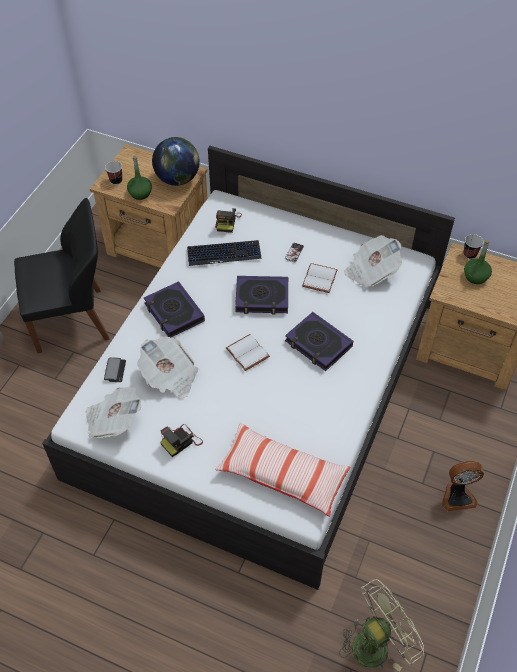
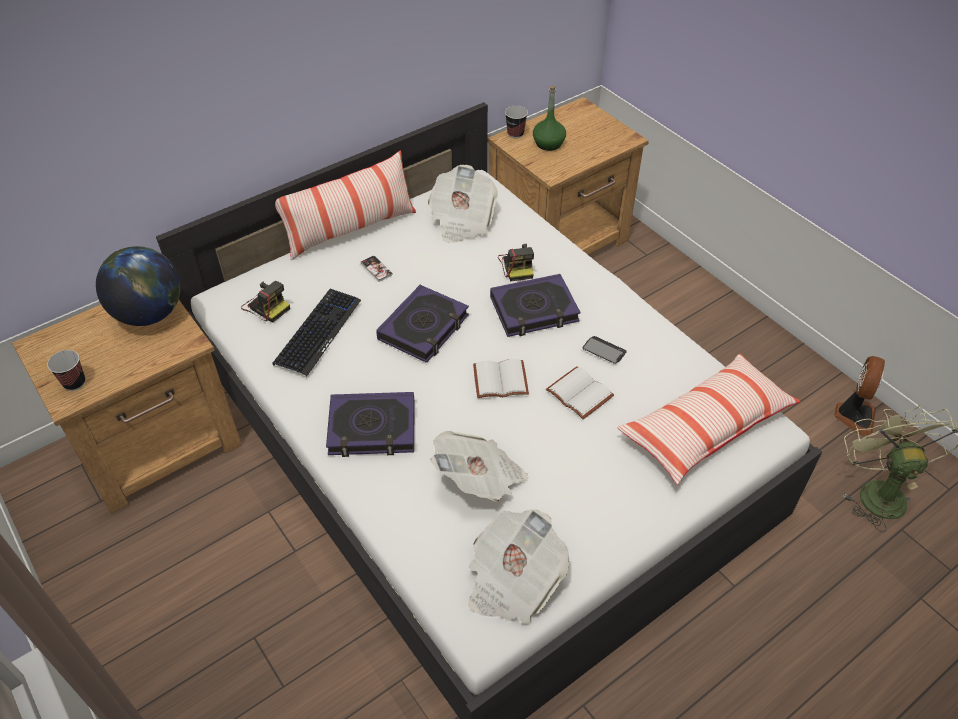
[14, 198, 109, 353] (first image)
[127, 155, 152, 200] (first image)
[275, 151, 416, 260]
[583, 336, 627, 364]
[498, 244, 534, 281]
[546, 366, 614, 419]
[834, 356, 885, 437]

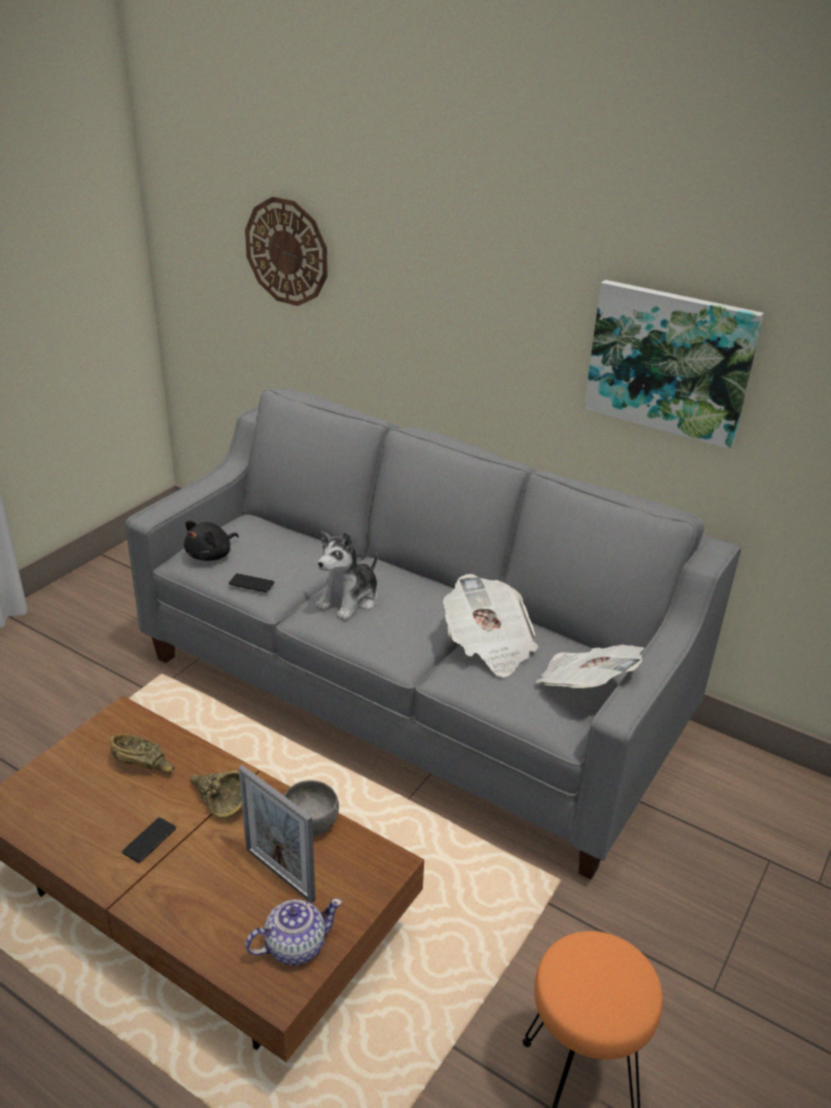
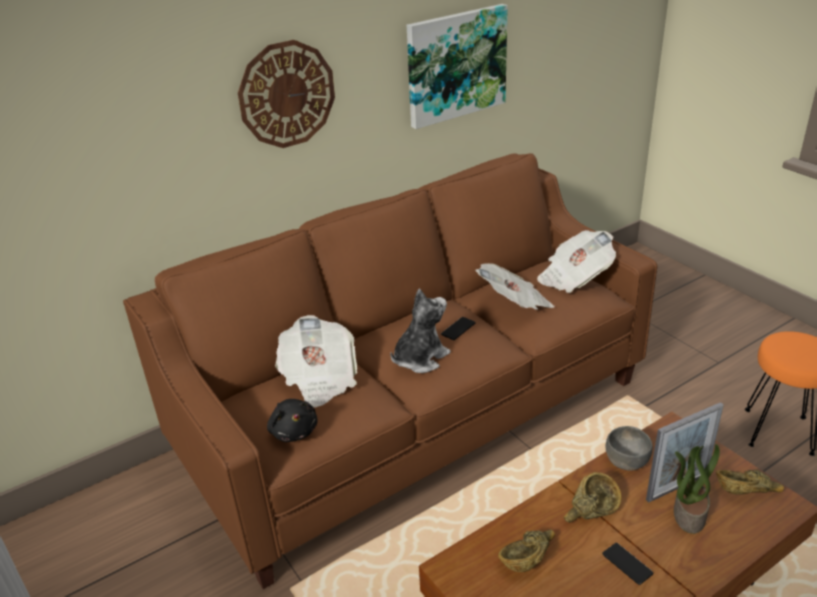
[275, 315, 357, 408]
[674, 444, 720, 534]
[441, 317, 475, 340]
[238, 40, 335, 148]
[716, 470, 784, 495]
[123, 153, 657, 589]
[390, 288, 451, 373]

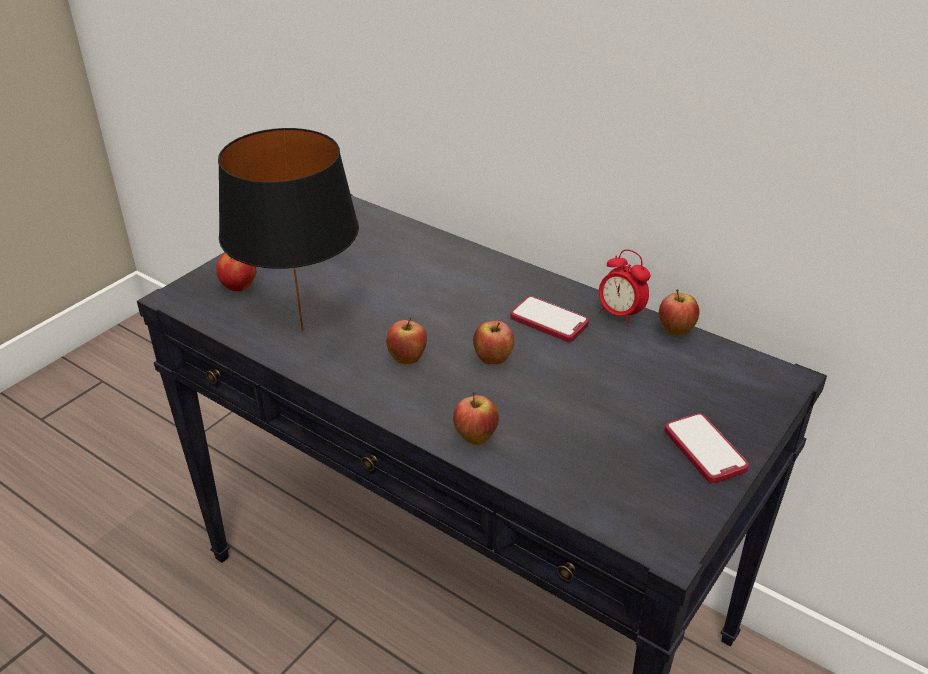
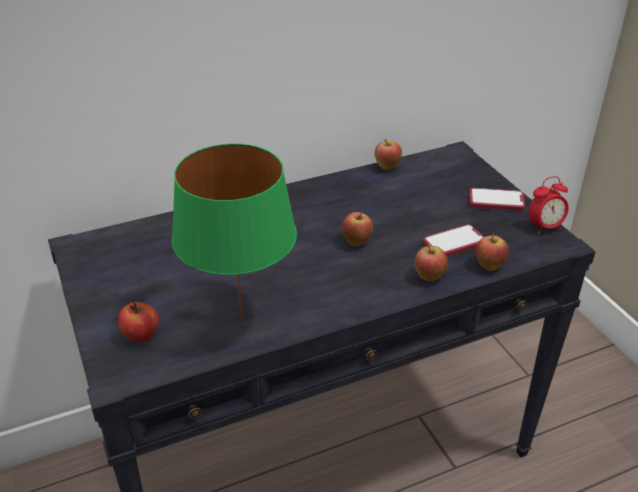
[475, 232, 509, 271]
[423, 225, 483, 257]
[529, 176, 569, 234]
[172, 143, 297, 319]

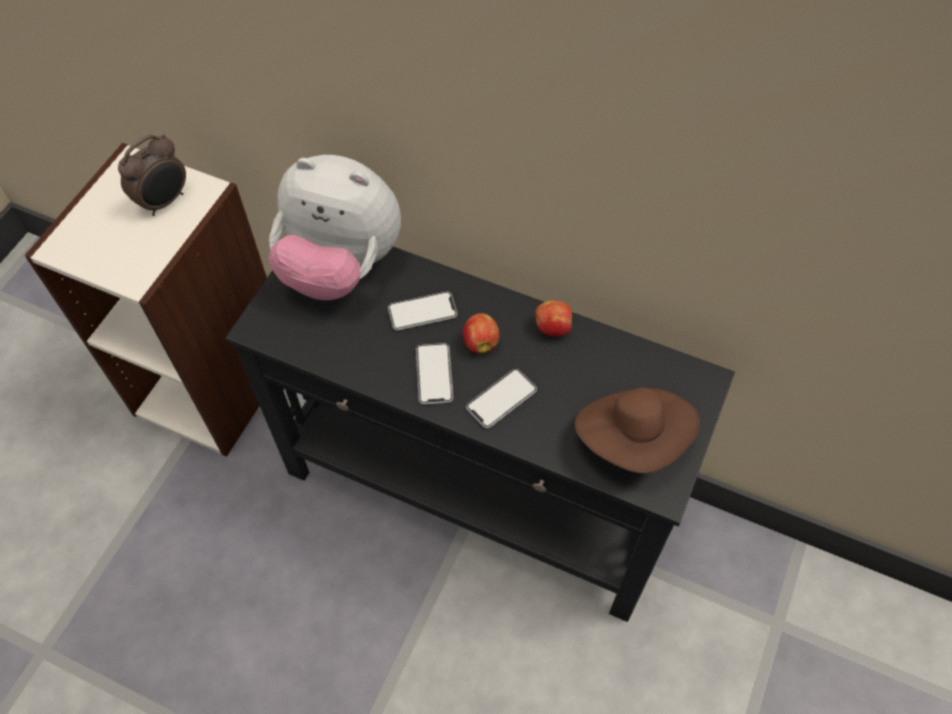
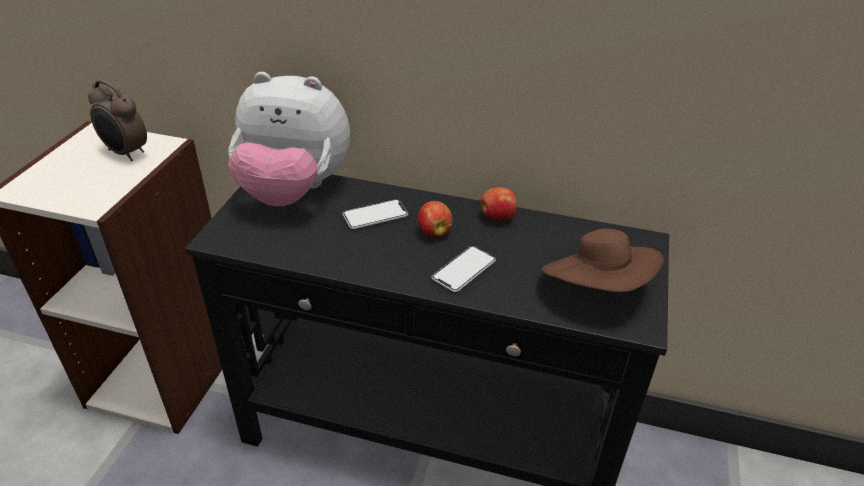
[416, 343, 453, 404] (first image)
[88, 80, 147, 161]

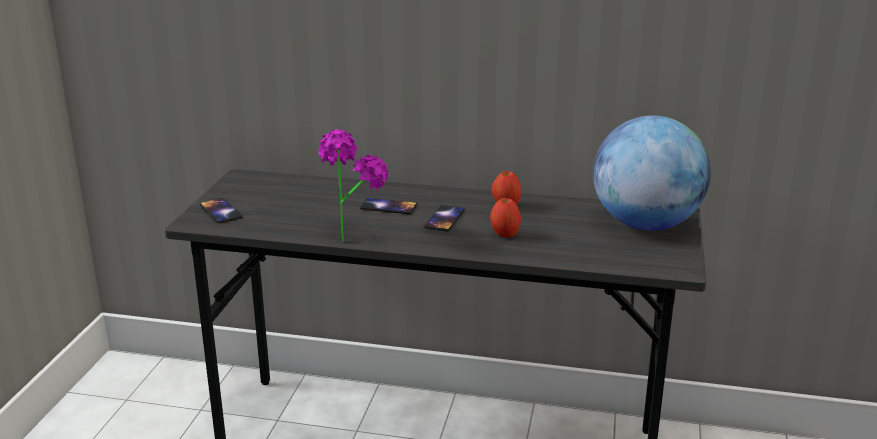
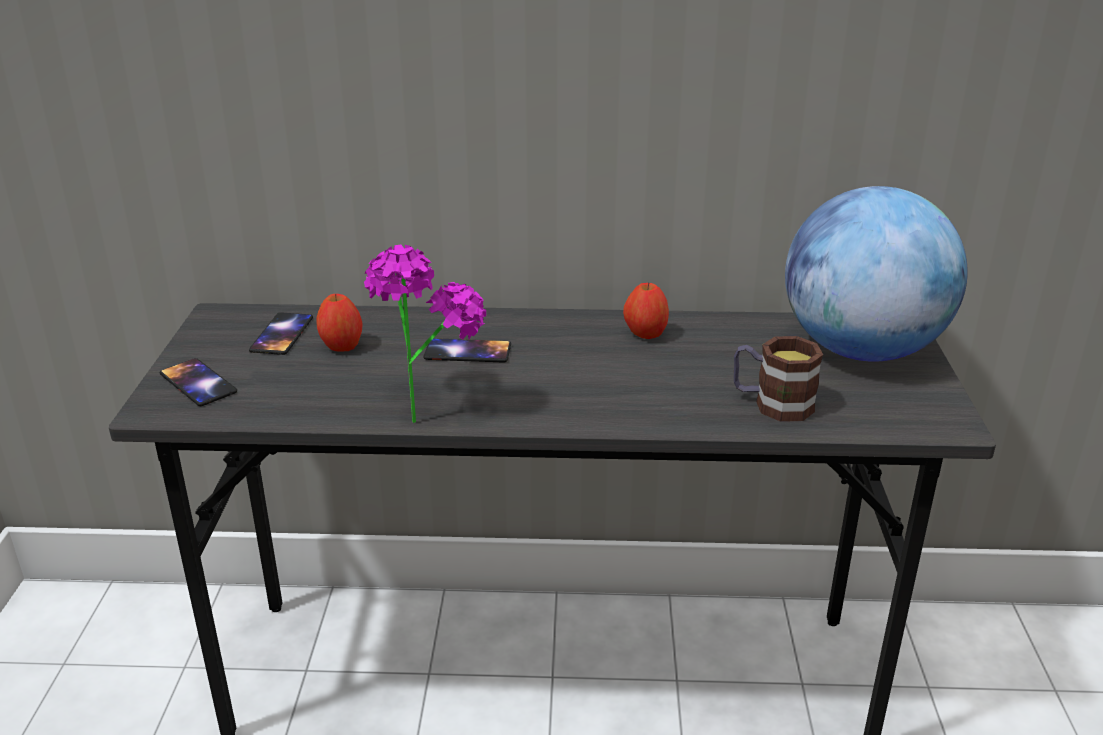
[734, 336, 823, 422]
[249, 312, 313, 355]
[316, 294, 362, 351]

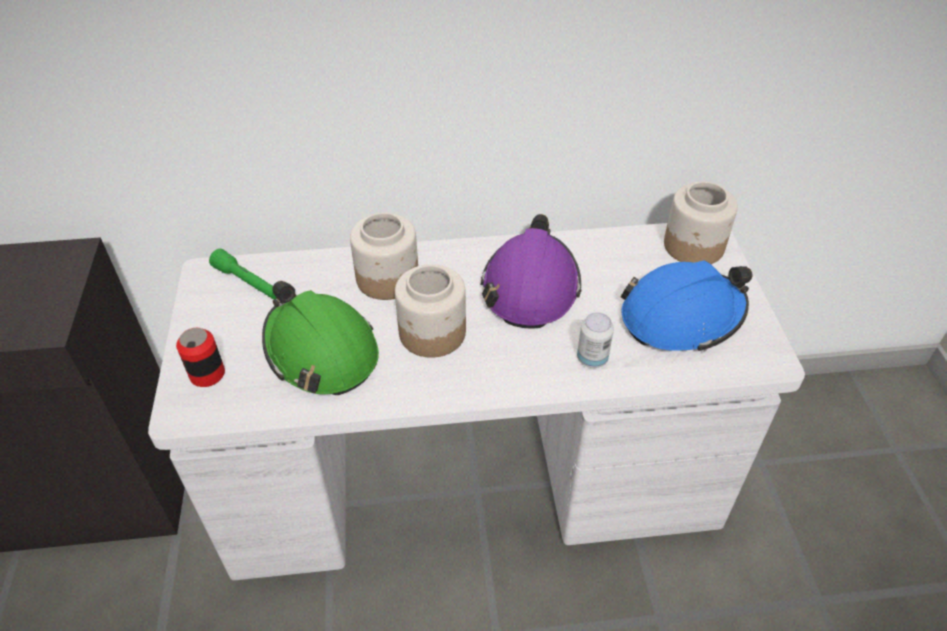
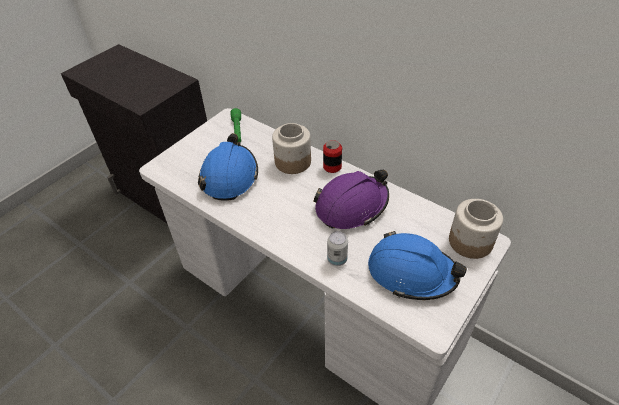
[395, 264, 466, 358] (first image)
[323, 140, 342, 173]
[198, 133, 258, 201]

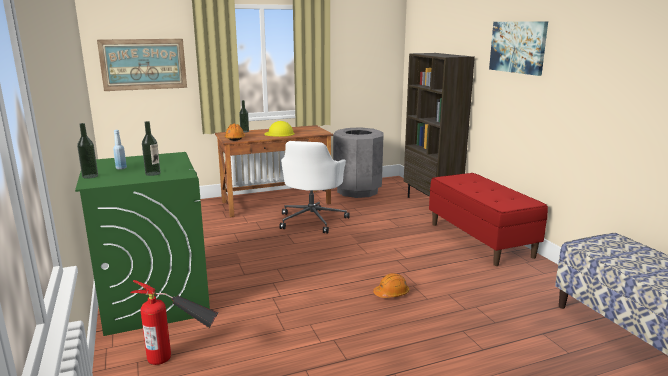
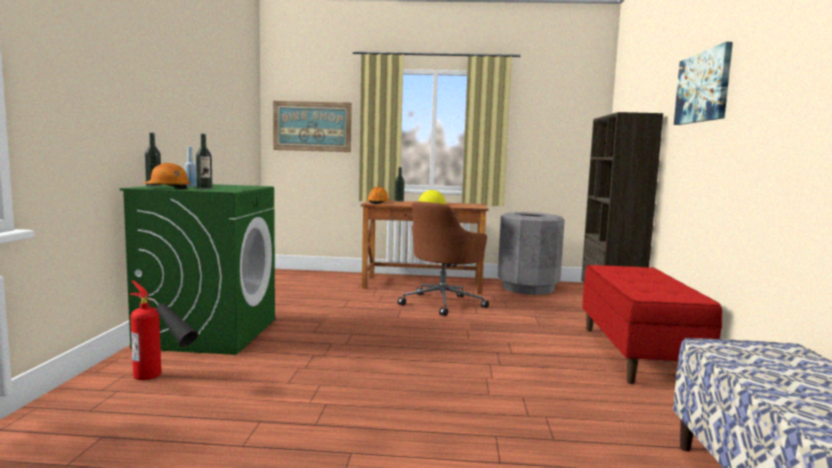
[143, 163, 191, 189]
[398, 201, 489, 316]

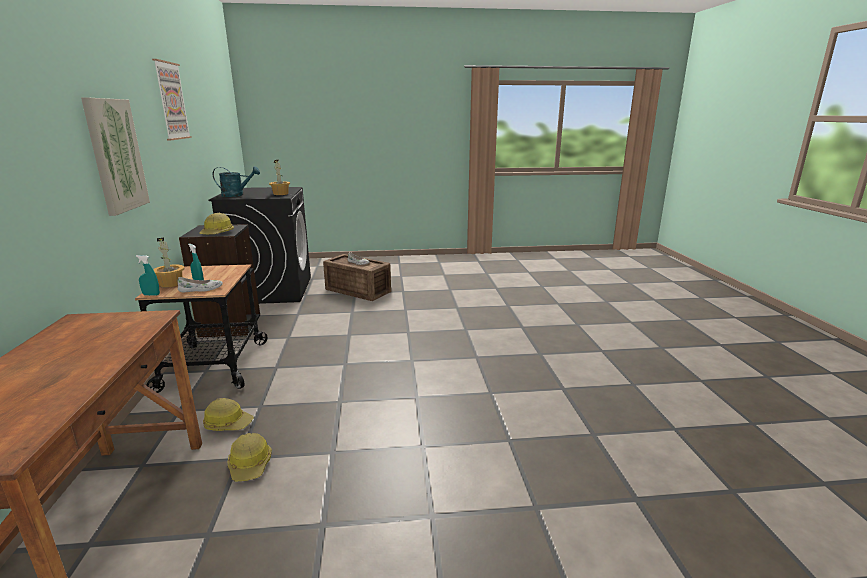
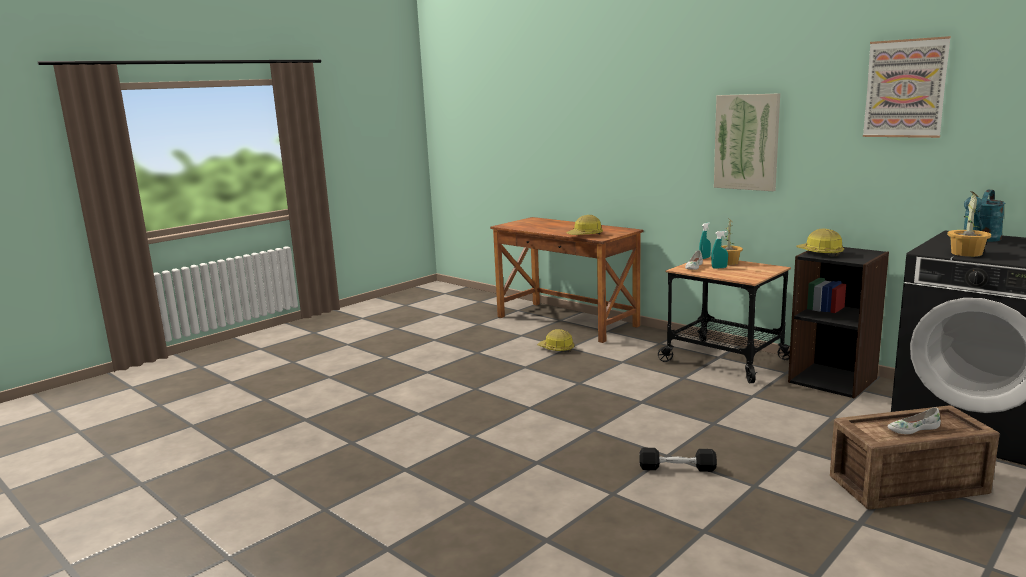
[639, 448, 717, 472]
[566, 215, 603, 235]

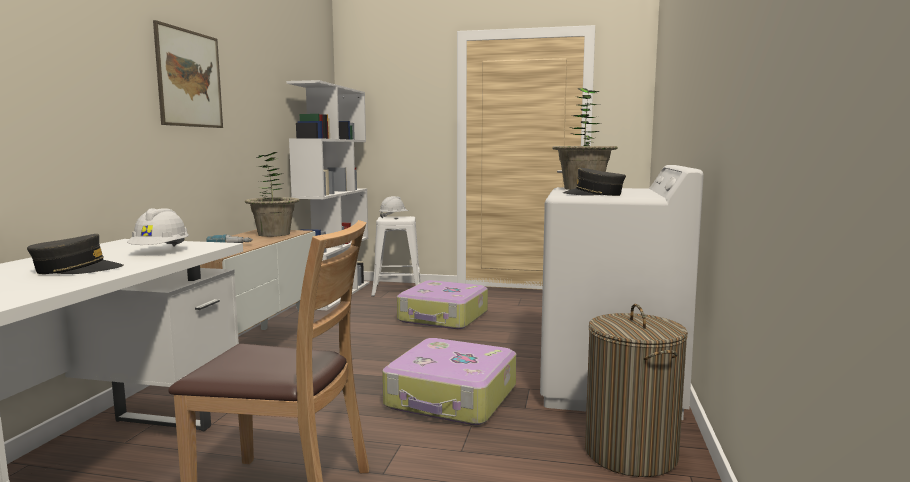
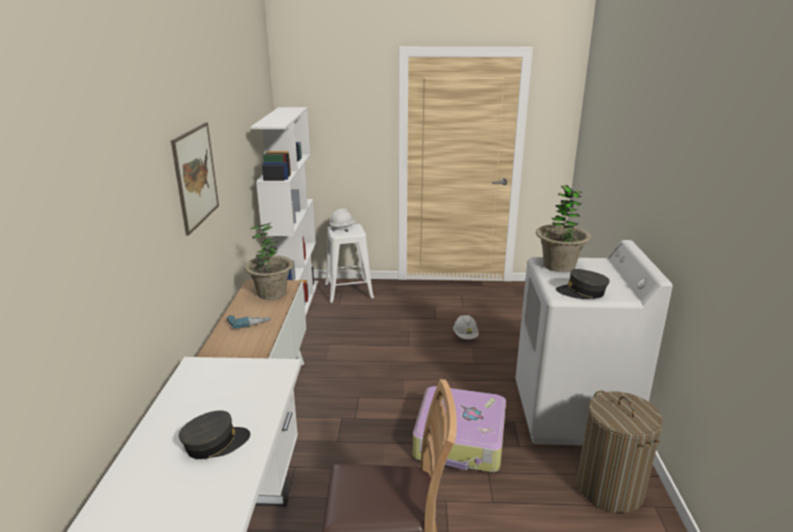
[397, 280, 488, 329] (first image)
[453, 315, 479, 339]

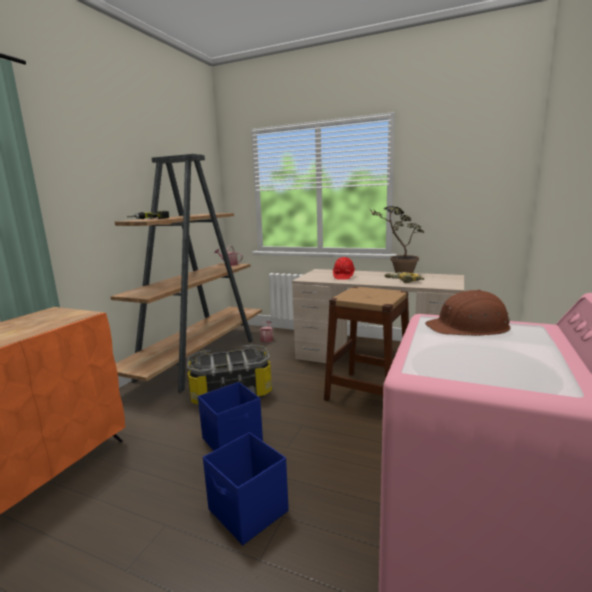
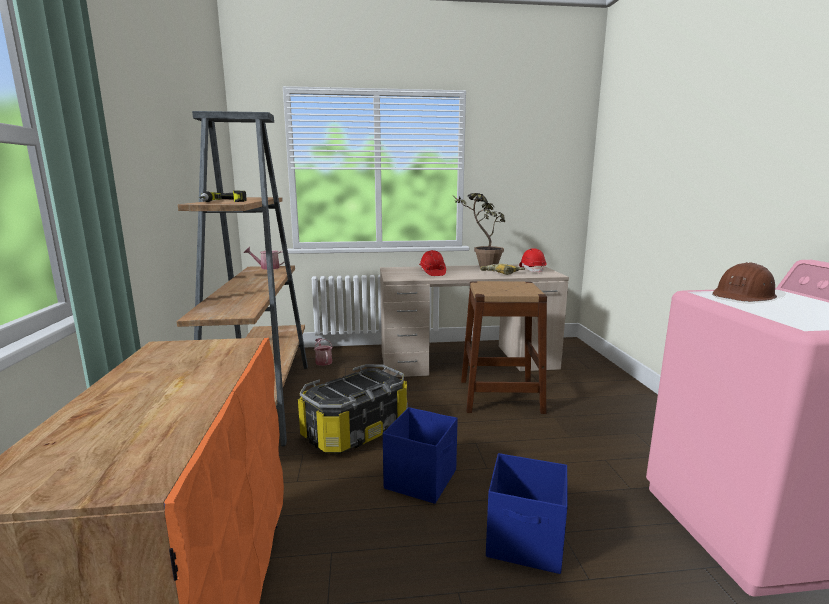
[519, 248, 547, 273]

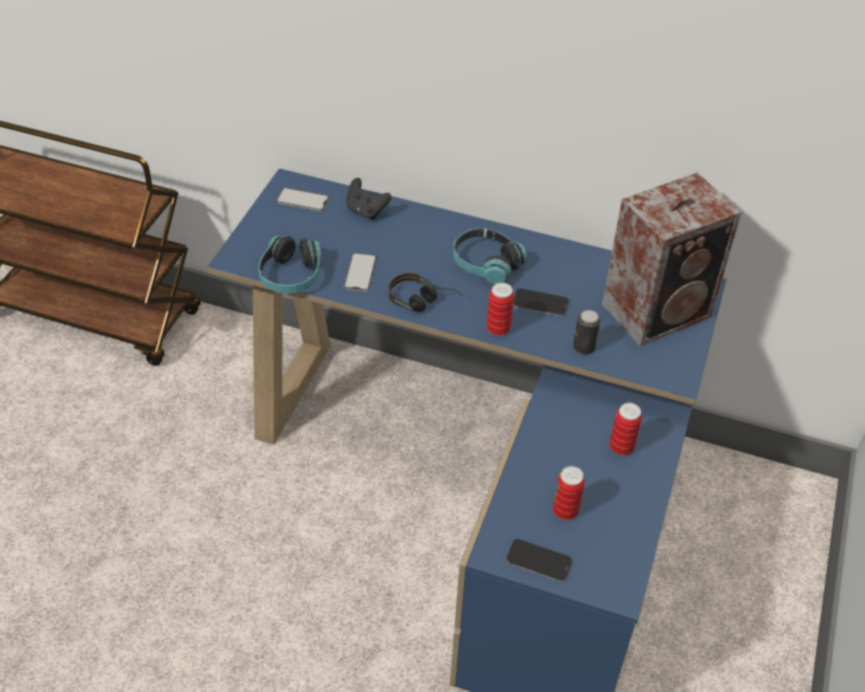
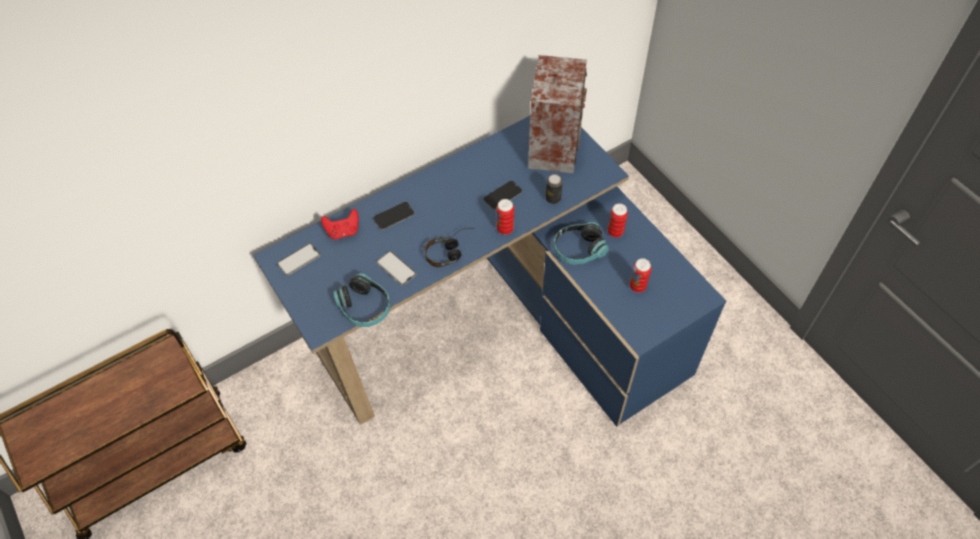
[554, 222, 609, 265]
[373, 202, 414, 230]
[321, 209, 359, 239]

